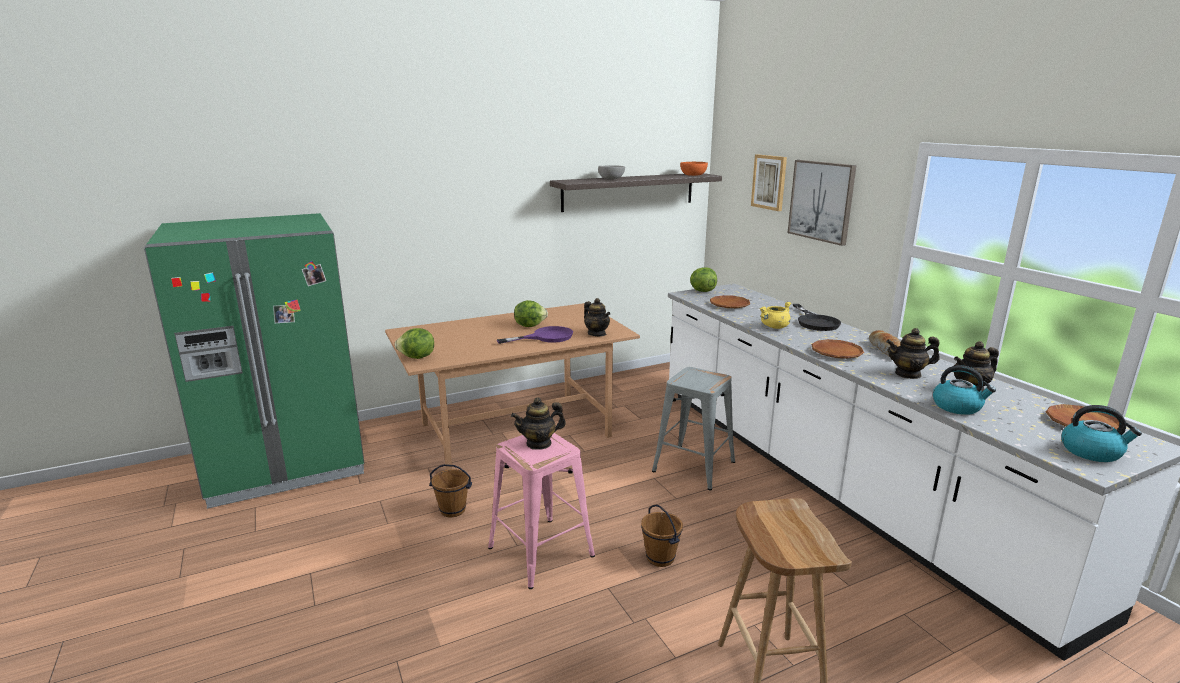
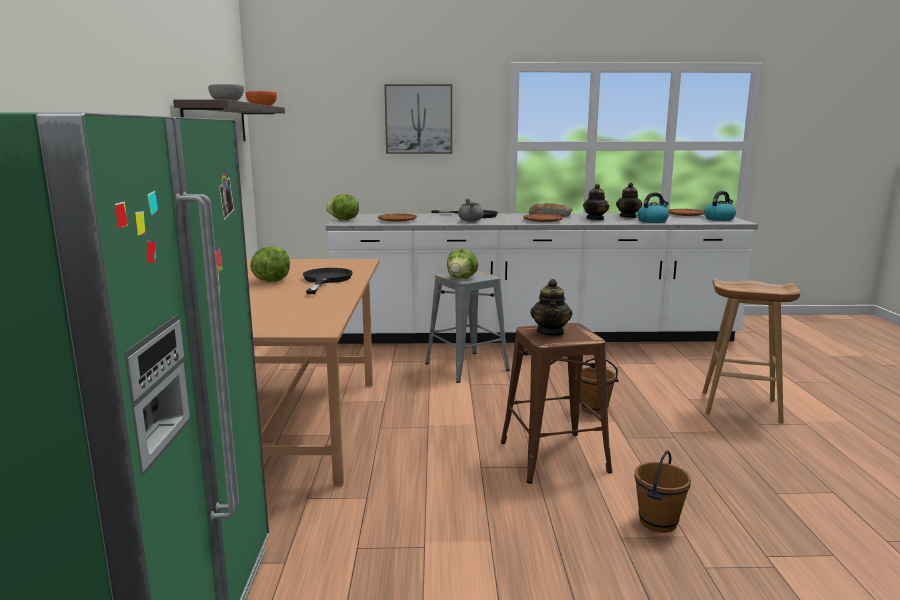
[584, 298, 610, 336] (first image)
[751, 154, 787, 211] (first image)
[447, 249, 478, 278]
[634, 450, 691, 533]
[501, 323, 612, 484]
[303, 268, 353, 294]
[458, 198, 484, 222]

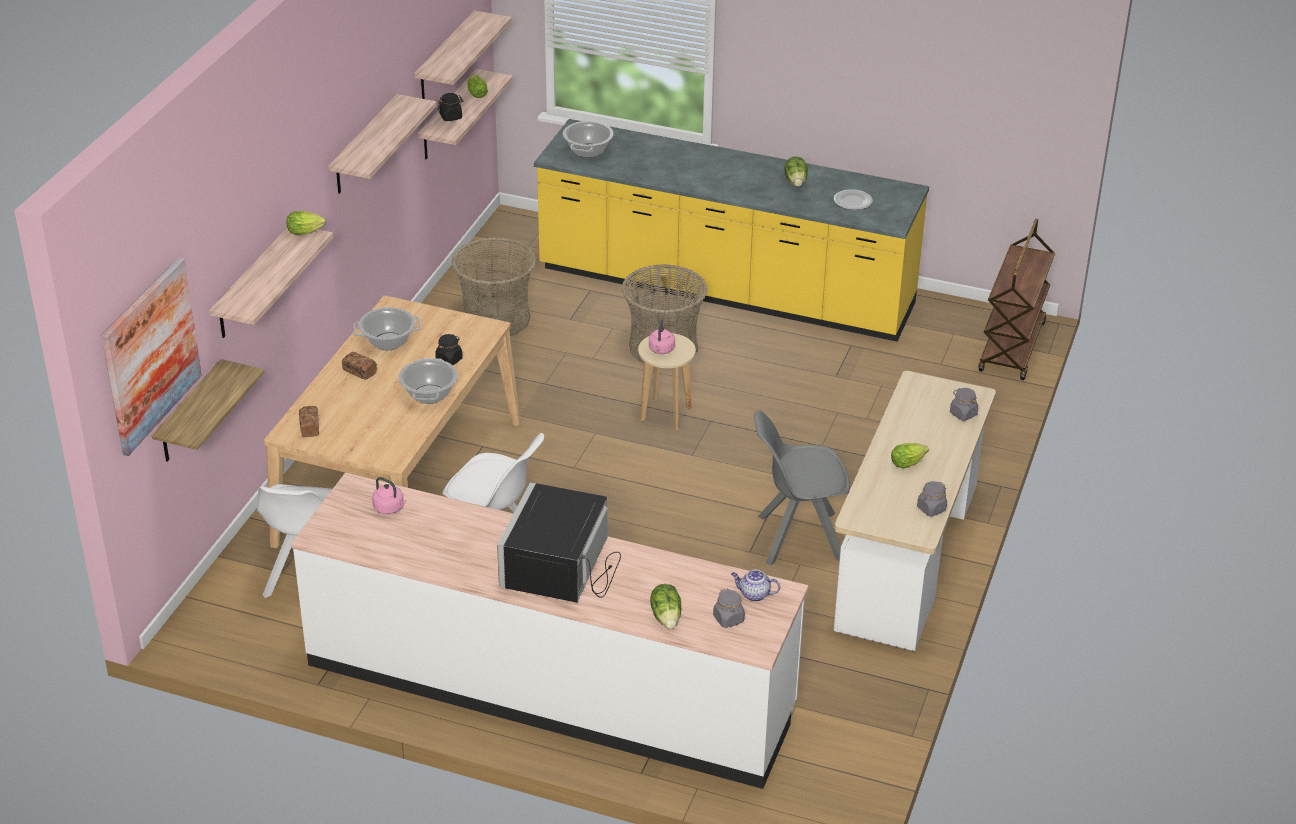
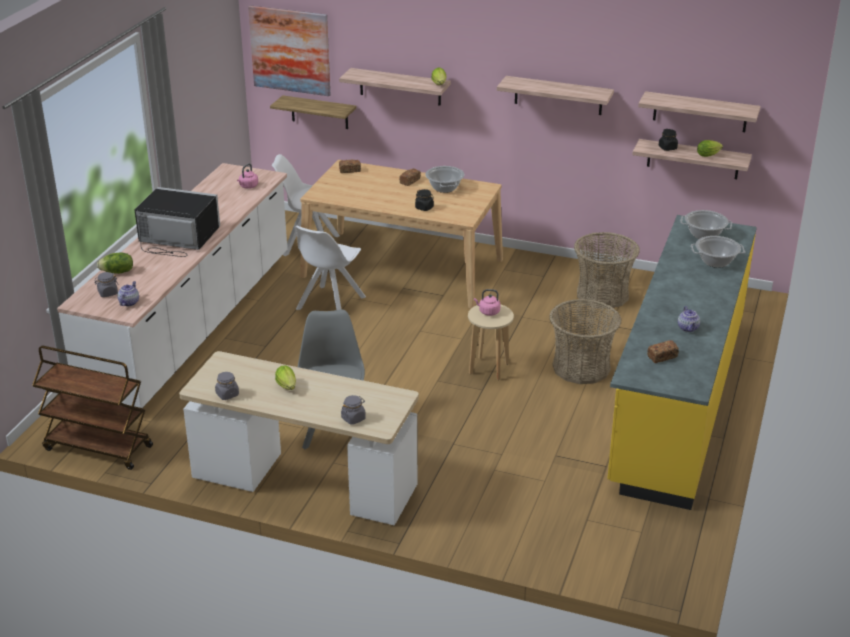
[691, 236, 745, 268]
[32, 346, 153, 470]
[678, 306, 700, 332]
[647, 340, 679, 363]

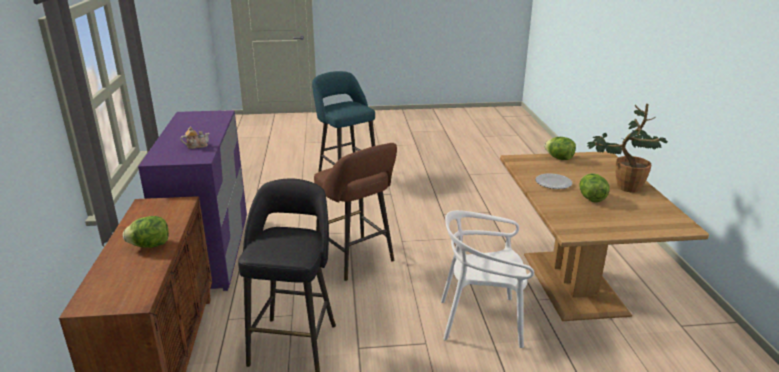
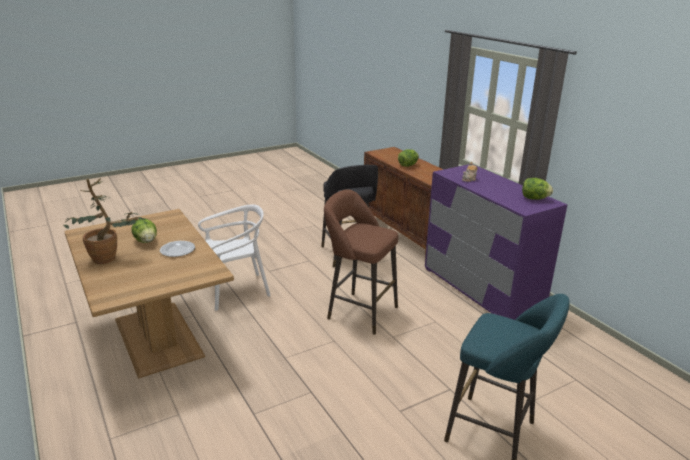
[522, 178, 553, 200]

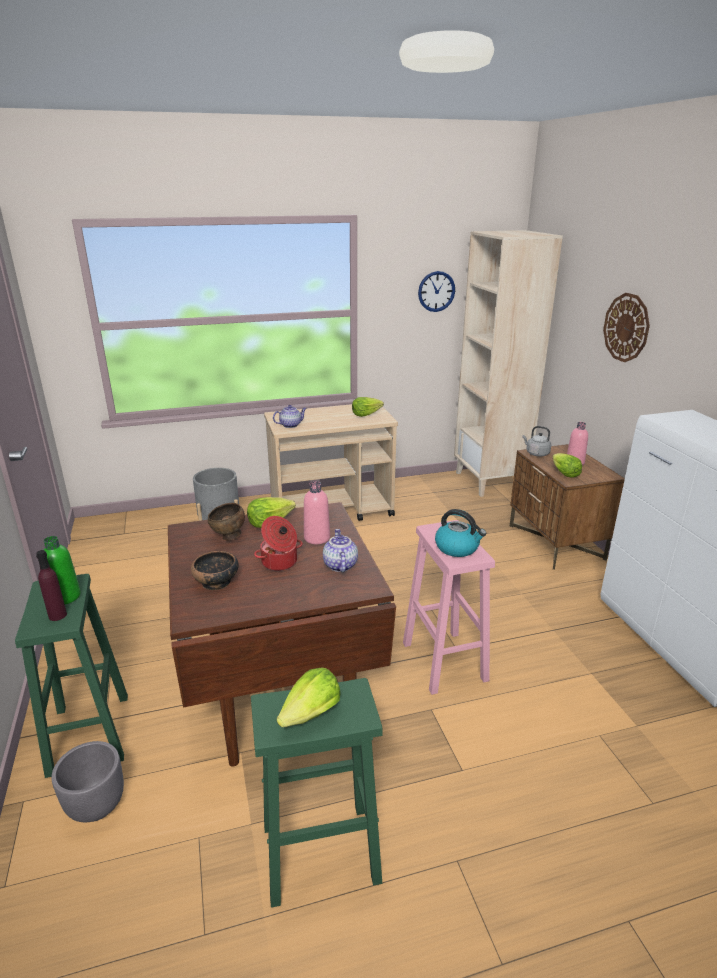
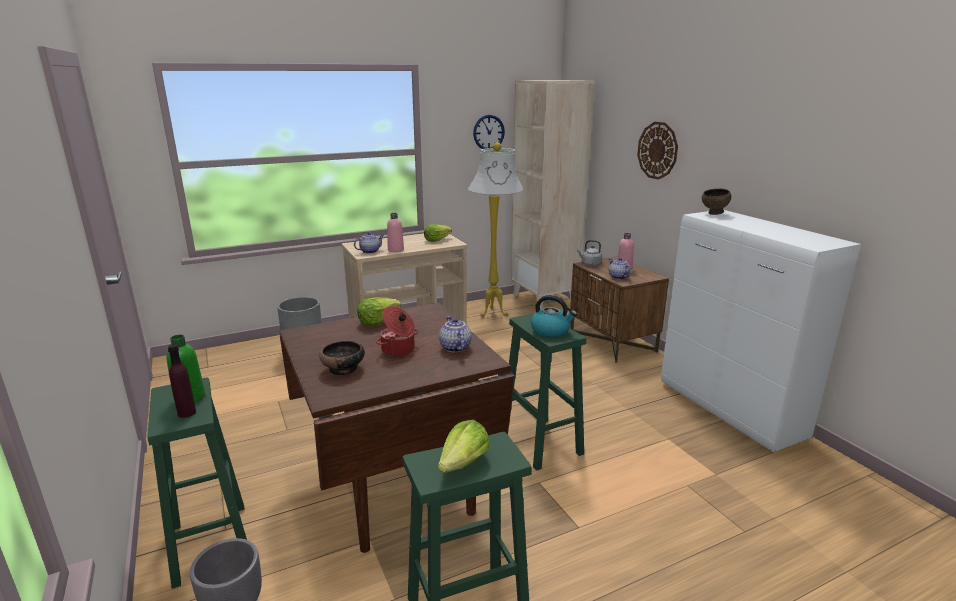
[468, 142, 524, 317]
[702, 188, 731, 215]
[387, 213, 404, 252]
[609, 258, 632, 280]
[508, 313, 586, 471]

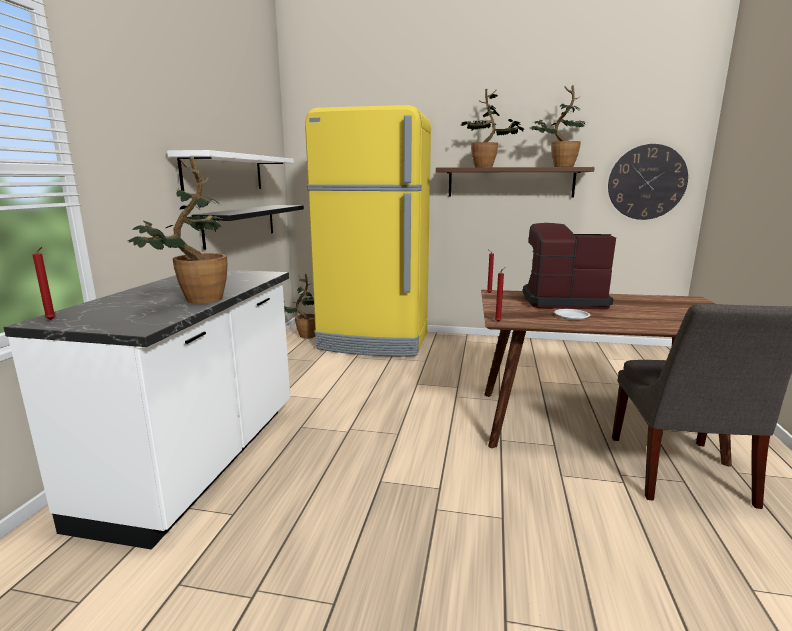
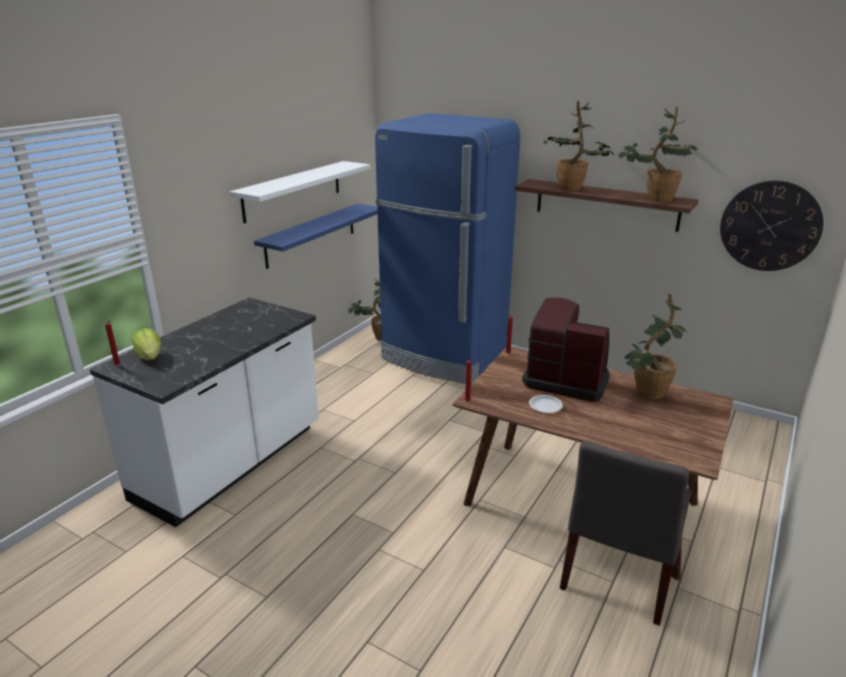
[132, 328, 161, 360]
[624, 293, 687, 399]
[254, 204, 377, 269]
[375, 113, 520, 384]

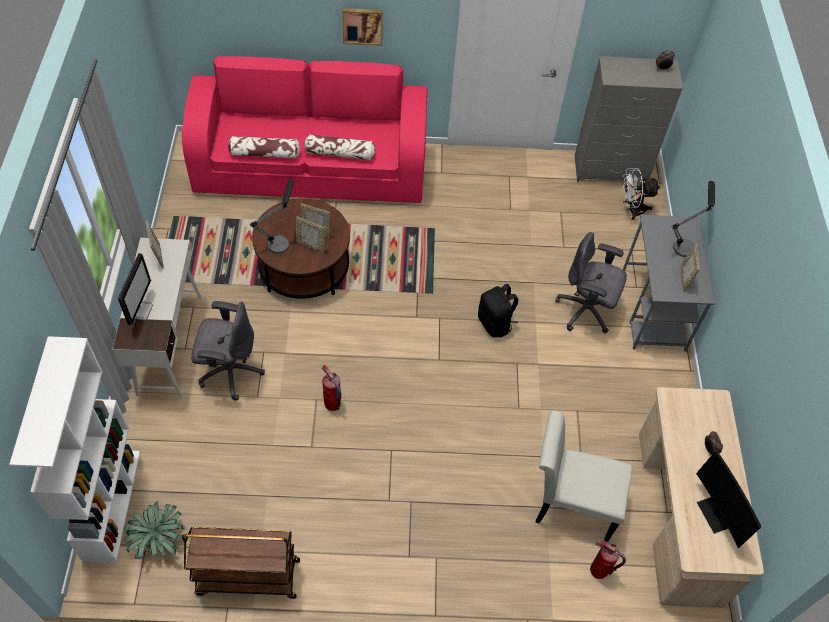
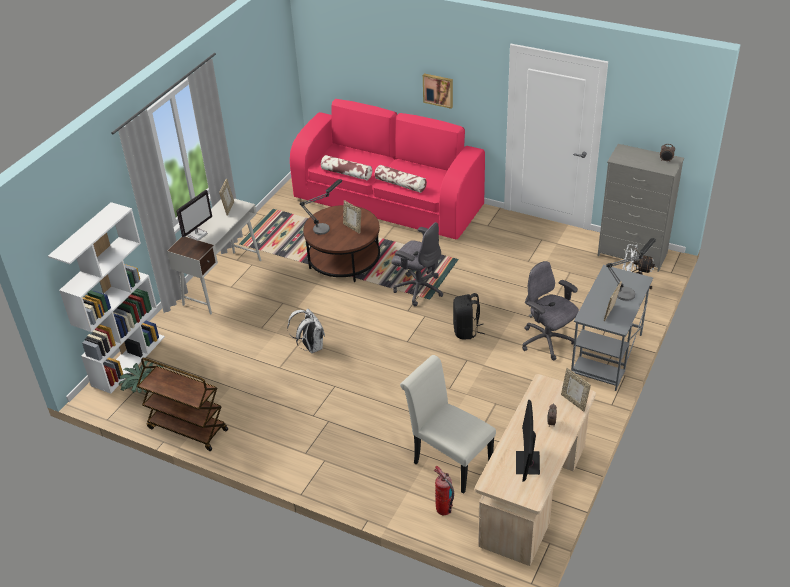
[392, 222, 443, 306]
[561, 368, 591, 412]
[287, 309, 325, 353]

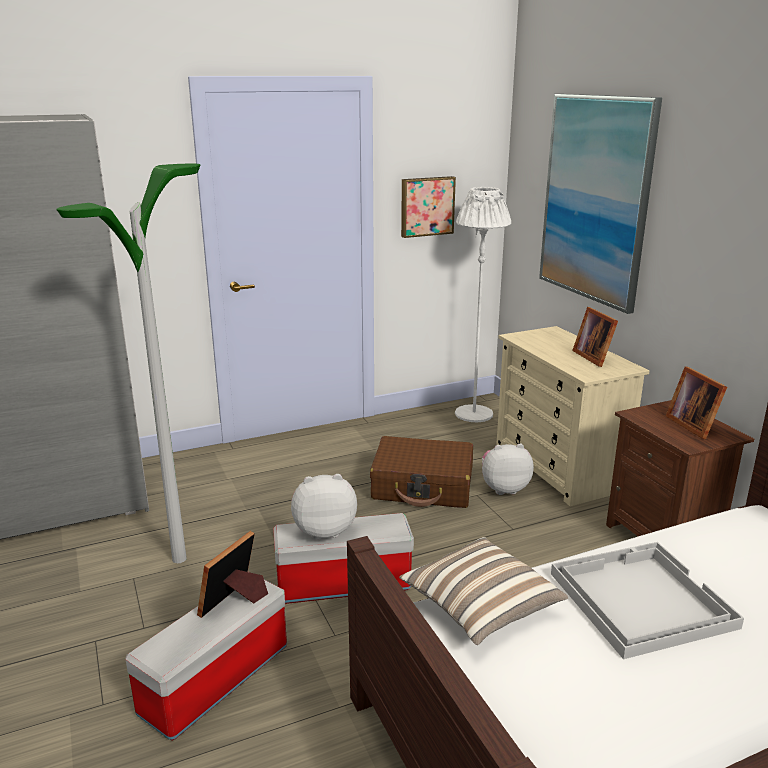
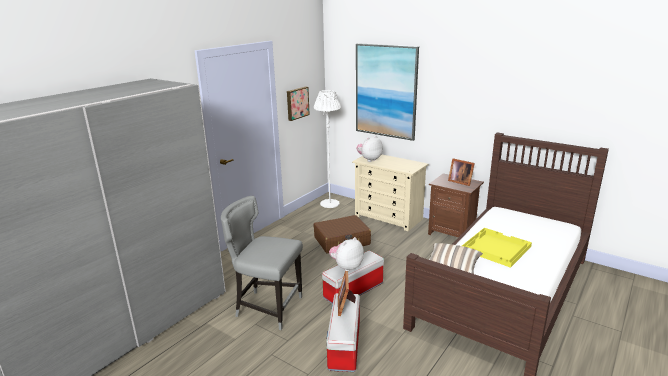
[572, 307, 618, 367] (first image)
[356, 136, 383, 162]
[221, 196, 303, 330]
[462, 228, 532, 268]

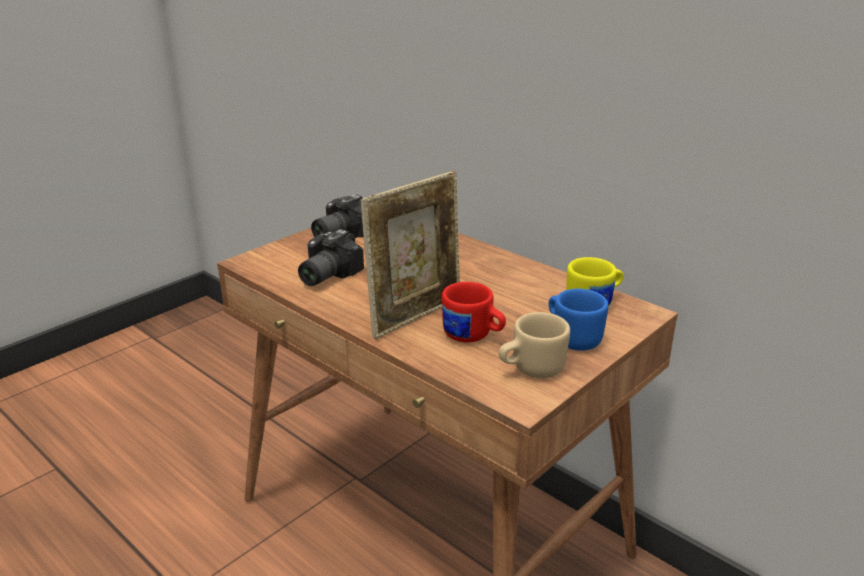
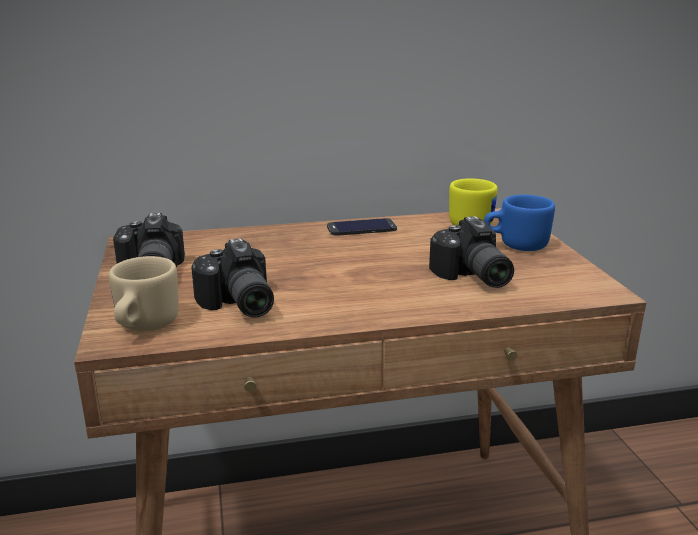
[361, 171, 460, 339] (first image)
[327, 218, 397, 236]
[109, 256, 179, 331]
[429, 216, 514, 288]

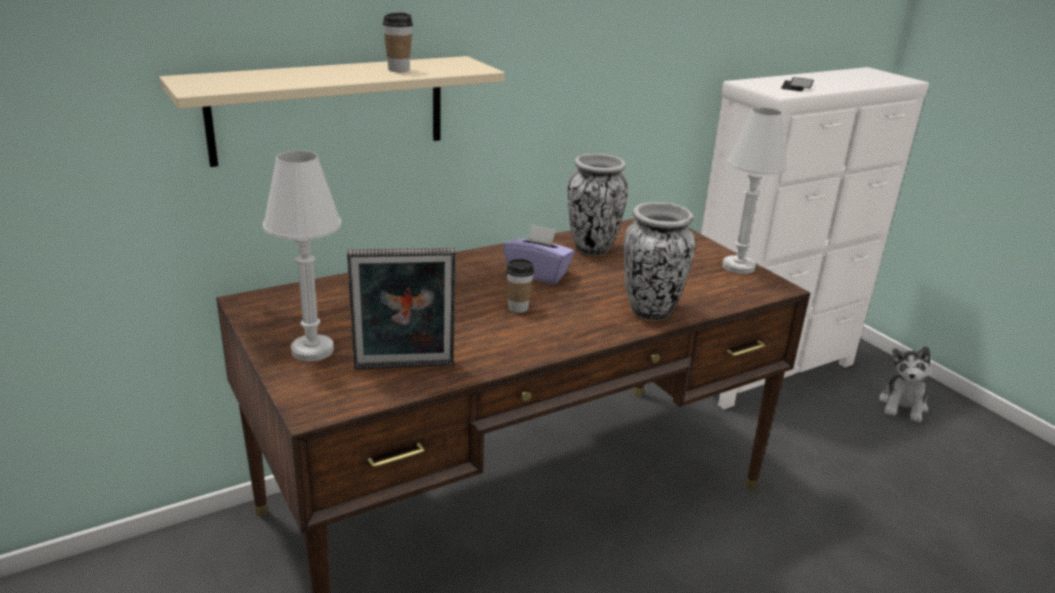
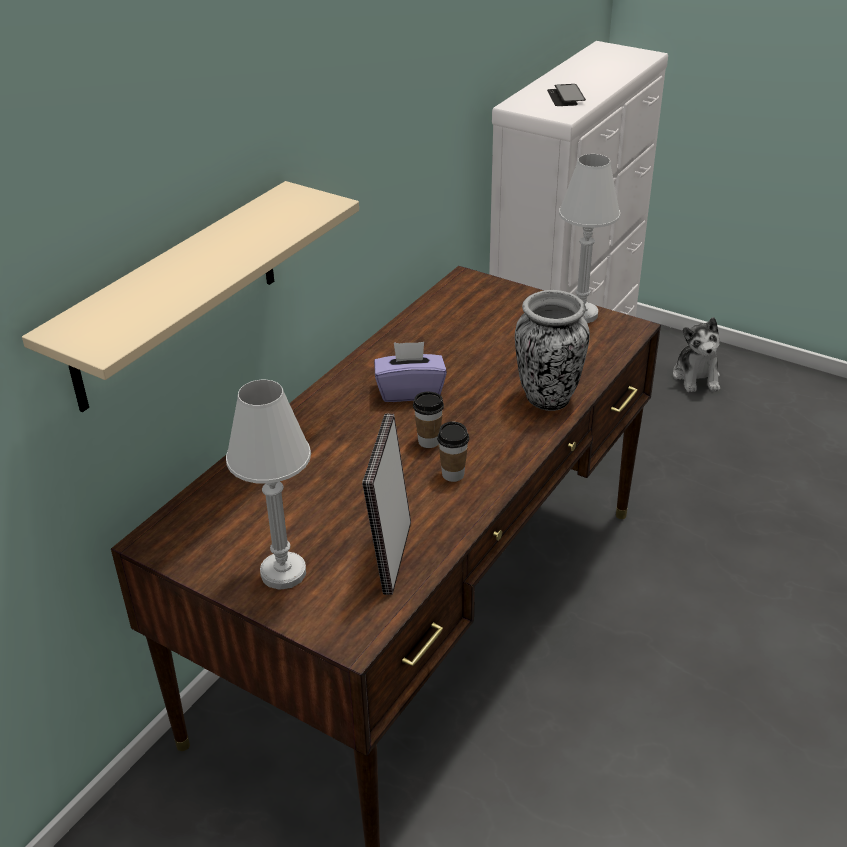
[568, 153, 628, 256] (first image)
[437, 421, 469, 482]
[362, 414, 411, 595]

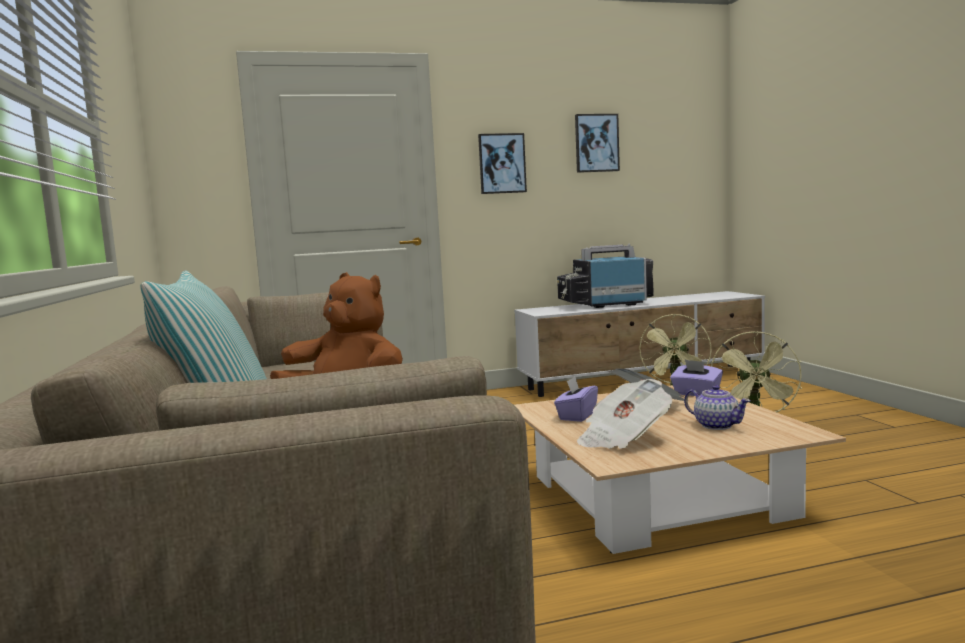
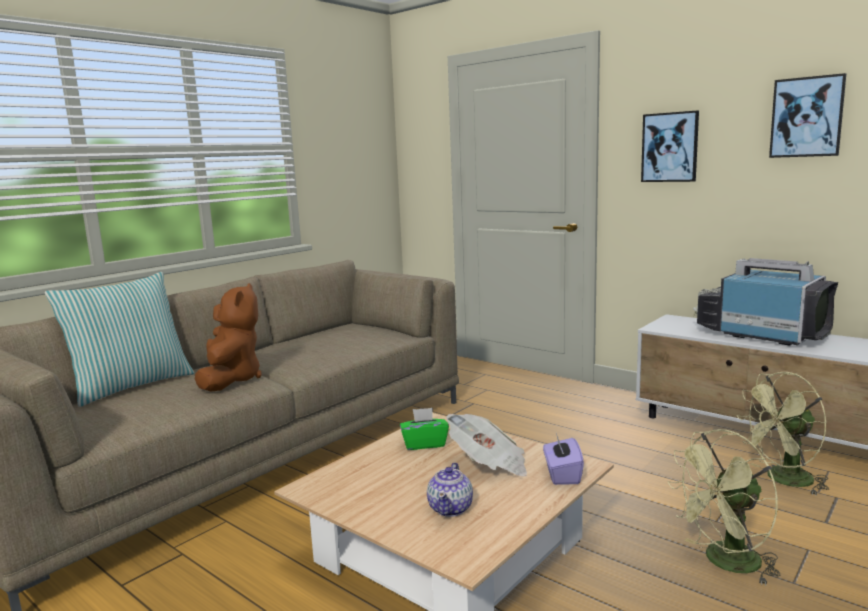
[577, 379, 672, 449] (first image)
[400, 408, 449, 450]

